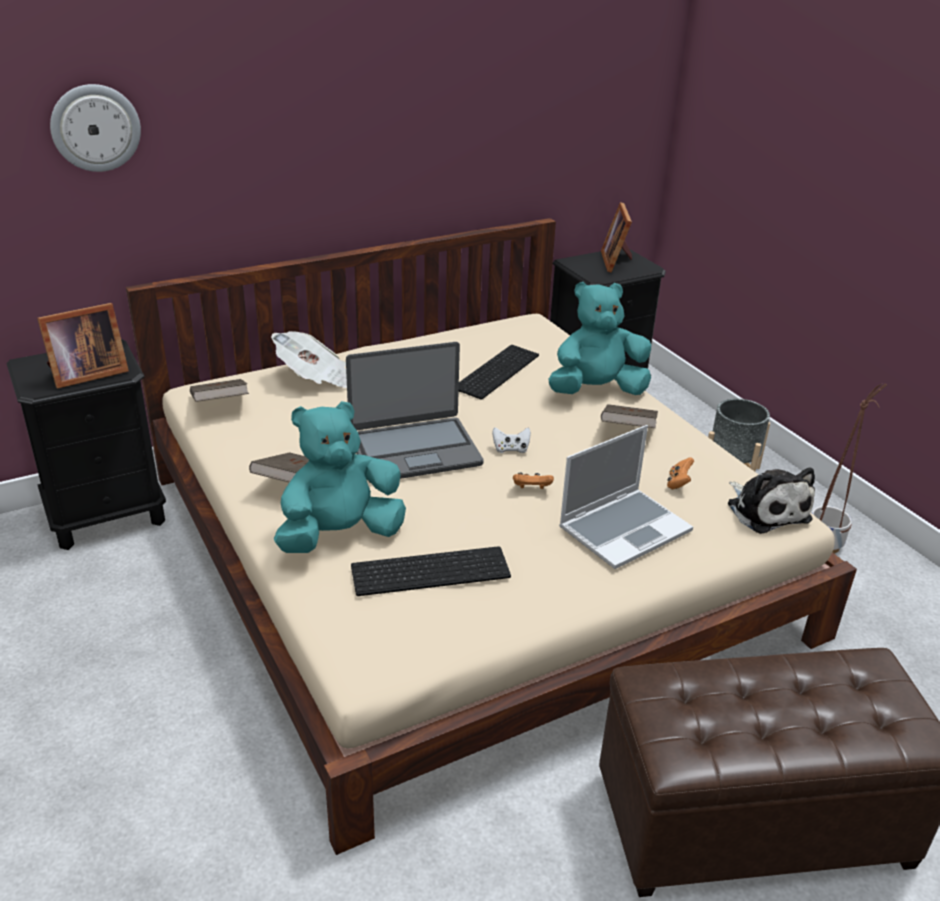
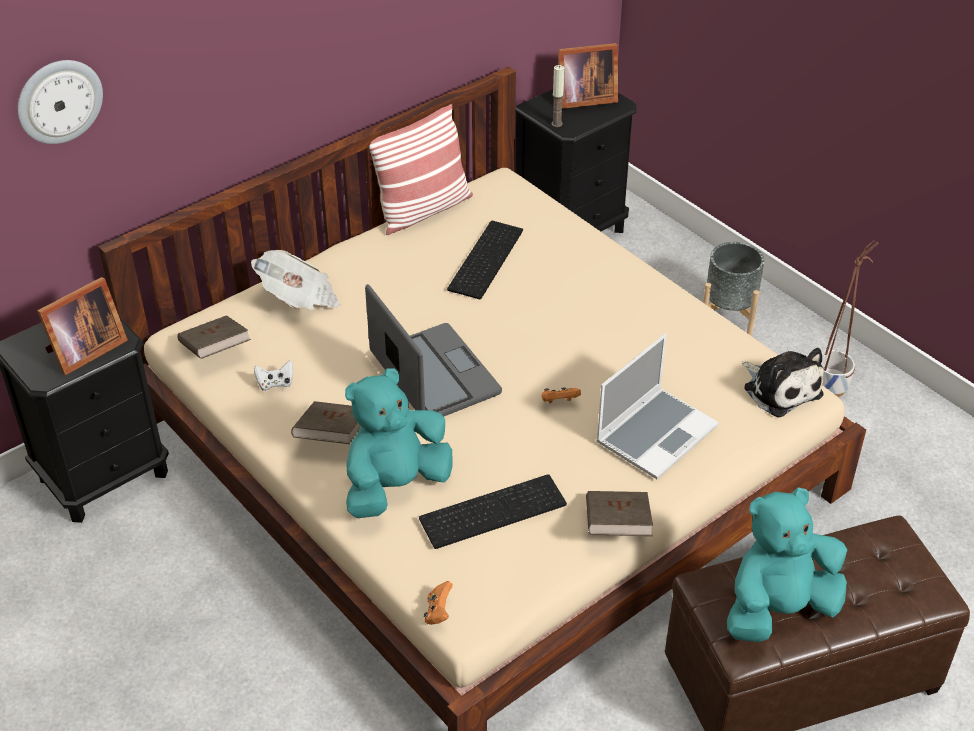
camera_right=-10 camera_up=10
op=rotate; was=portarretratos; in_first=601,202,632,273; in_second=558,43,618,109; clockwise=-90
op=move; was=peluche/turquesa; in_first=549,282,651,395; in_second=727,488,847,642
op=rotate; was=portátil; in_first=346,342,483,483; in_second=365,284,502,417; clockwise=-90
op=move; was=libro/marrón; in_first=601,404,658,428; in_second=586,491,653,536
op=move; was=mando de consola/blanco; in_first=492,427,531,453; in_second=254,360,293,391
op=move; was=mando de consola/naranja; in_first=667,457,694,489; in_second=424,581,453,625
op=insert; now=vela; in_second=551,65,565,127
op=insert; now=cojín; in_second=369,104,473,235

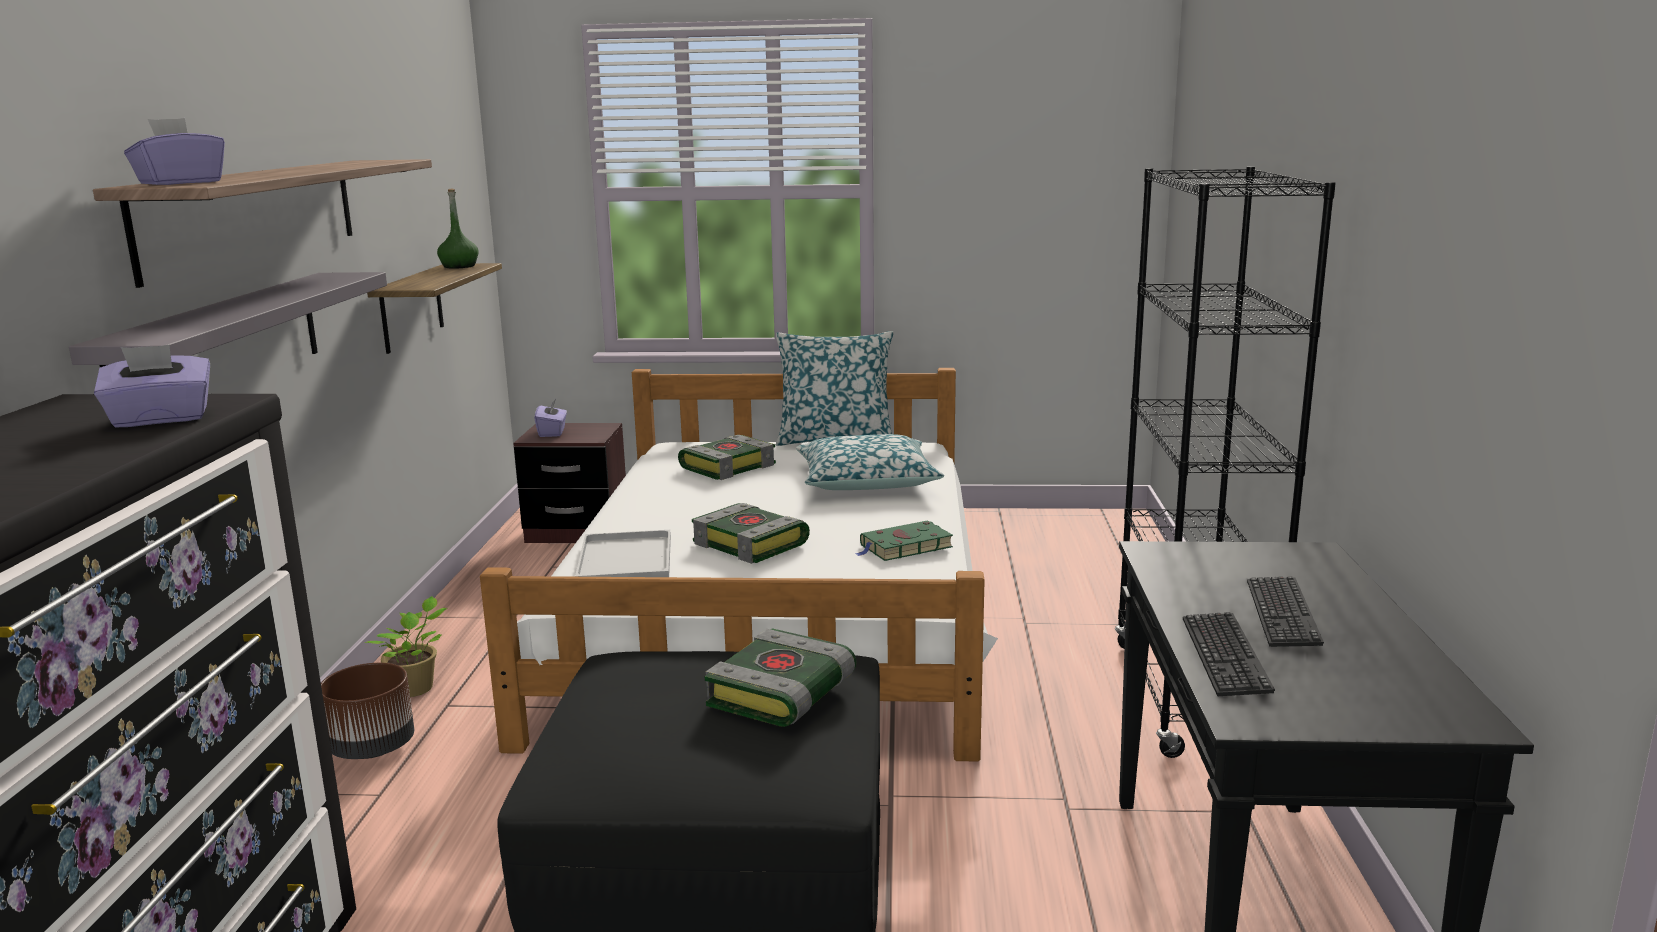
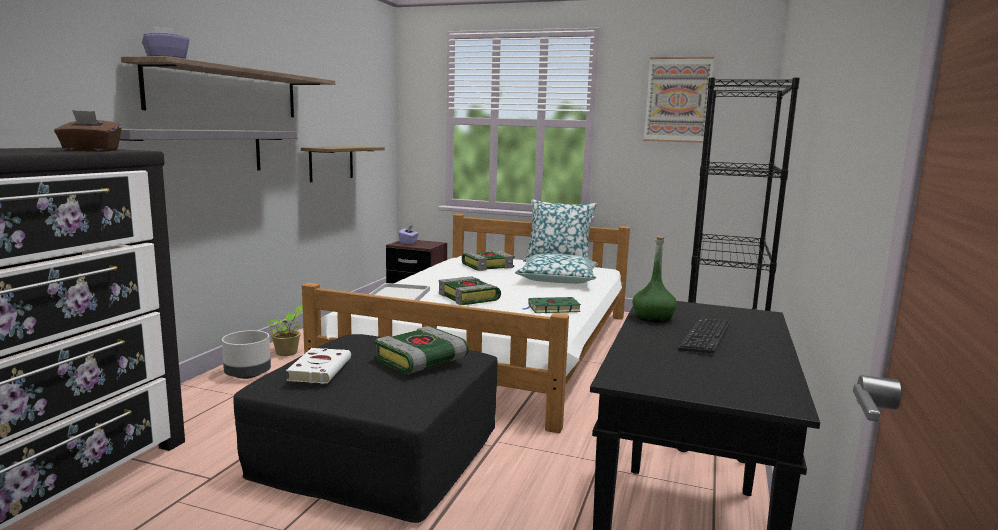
camera_right=15 camera_up=-5
op=move; was=botella/verde; in_first=437,189,479,269; in_second=632,236,677,323
op=recolor; was=caja de pañuelos/morado; now=caja de pañuelos/marrón; in_first=94,345,210,427; in_second=54,110,122,152
op=delete; was=teclado; in_first=1183,612,1275,696
op=recolor; was=maceta/marrón; now=maceta/gris; in_first=321,663,414,759; in_second=222,330,271,379
op=insert; now=cuadro; in_second=644,57,714,143
op=insert; now=libro/blanco; in_second=286,348,351,384

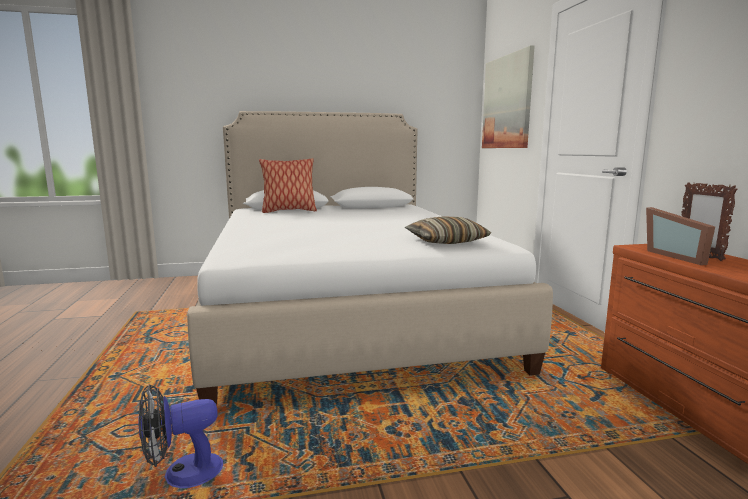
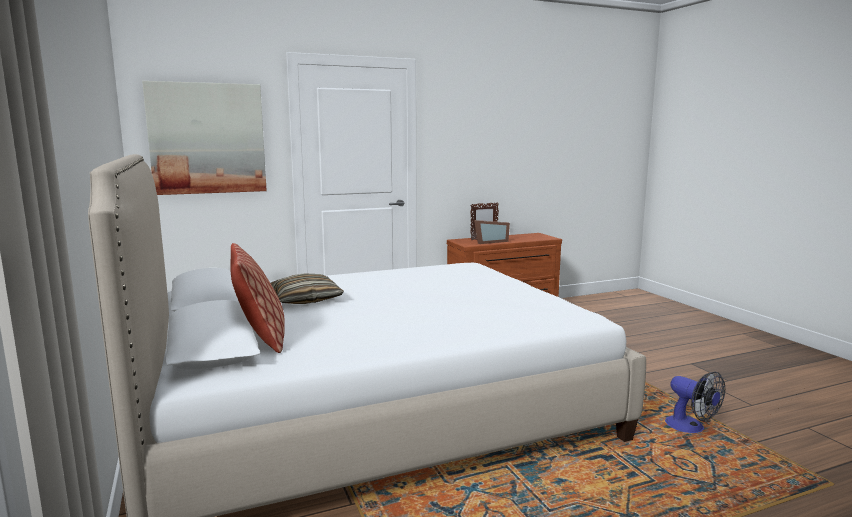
camera_right=-100 camera_up=0
op=move; was=cojín; in_first=405,216,491,244; in_second=271,273,344,304

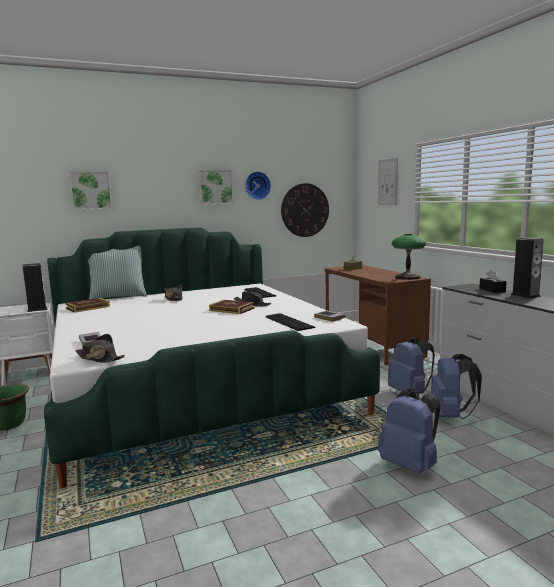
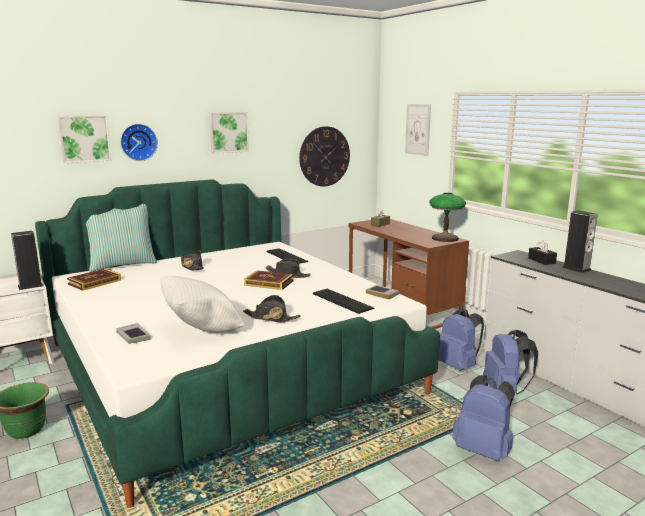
camera_right=-10 camera_up=5
op=move; was=reloj de pared; in_first=245,171,271,200; in_second=120,124,158,161
op=move; was=sombrero/negro; in_first=75,334,125,363; in_second=243,295,301,323
op=insert; now=cojín/blanco; in_second=160,276,244,332

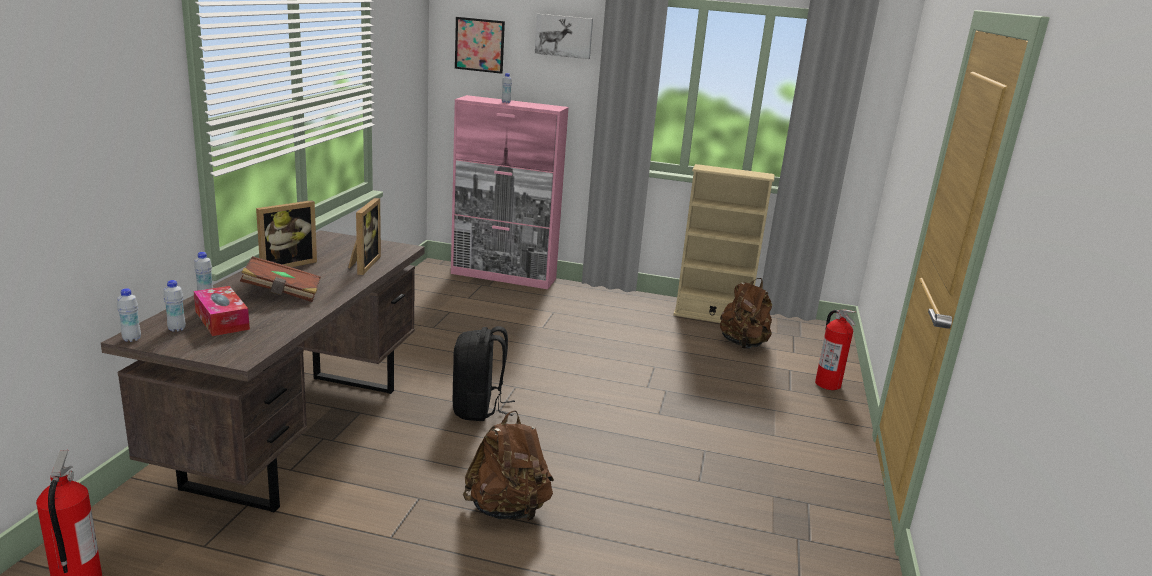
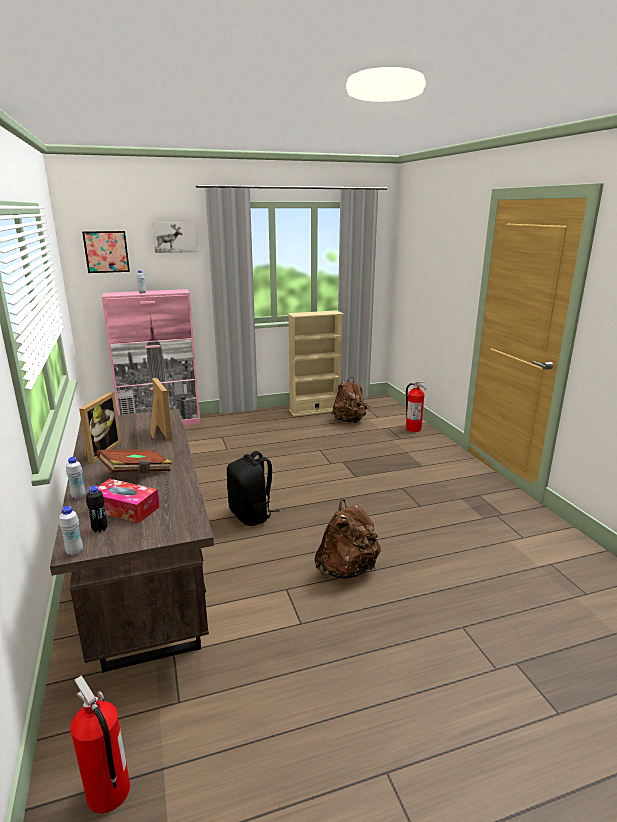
camera_right=-30 camera_up=0
op=recolor; was=botella/blanco; now=botella/negro; in_first=164,280,186,332; in_second=86,486,108,533

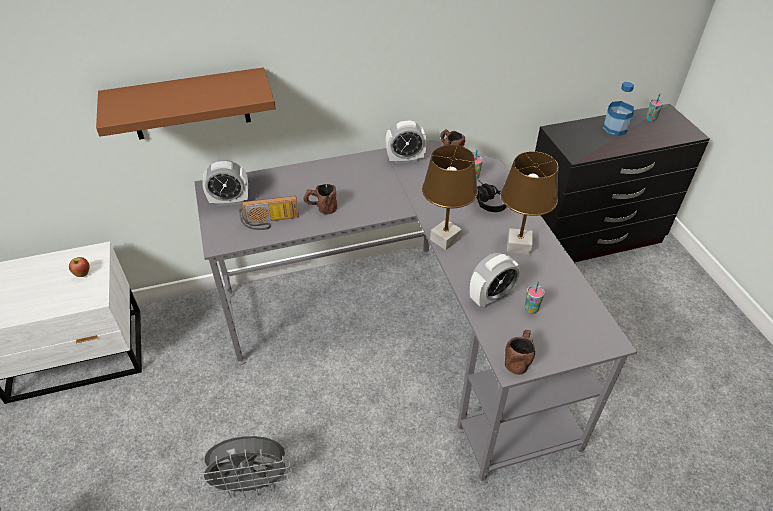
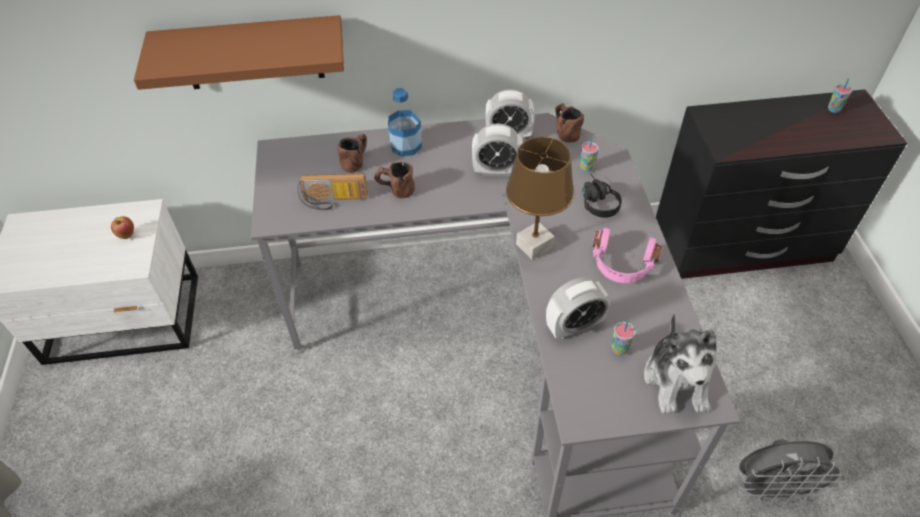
camera_right=10 camera_up=5
op=move; was=botella; in_first=603,82,634,136; in_second=388,88,422,156
op=replace; was=lámpara de mesa/marrón; now=auriculares/rosa; in_first=501,151,558,255; in_second=592,228,663,283
op=move; was=despertador; in_first=202,160,248,206; in_second=472,123,523,177
op=move; was=taza grande/marrón; in_first=505,330,535,375; in_second=338,134,367,173
op=move; was=ventilador/gris; in_first=198,436,292,498; in_second=738,440,848,505
op=insert; now=peluche; in_second=644,312,717,414

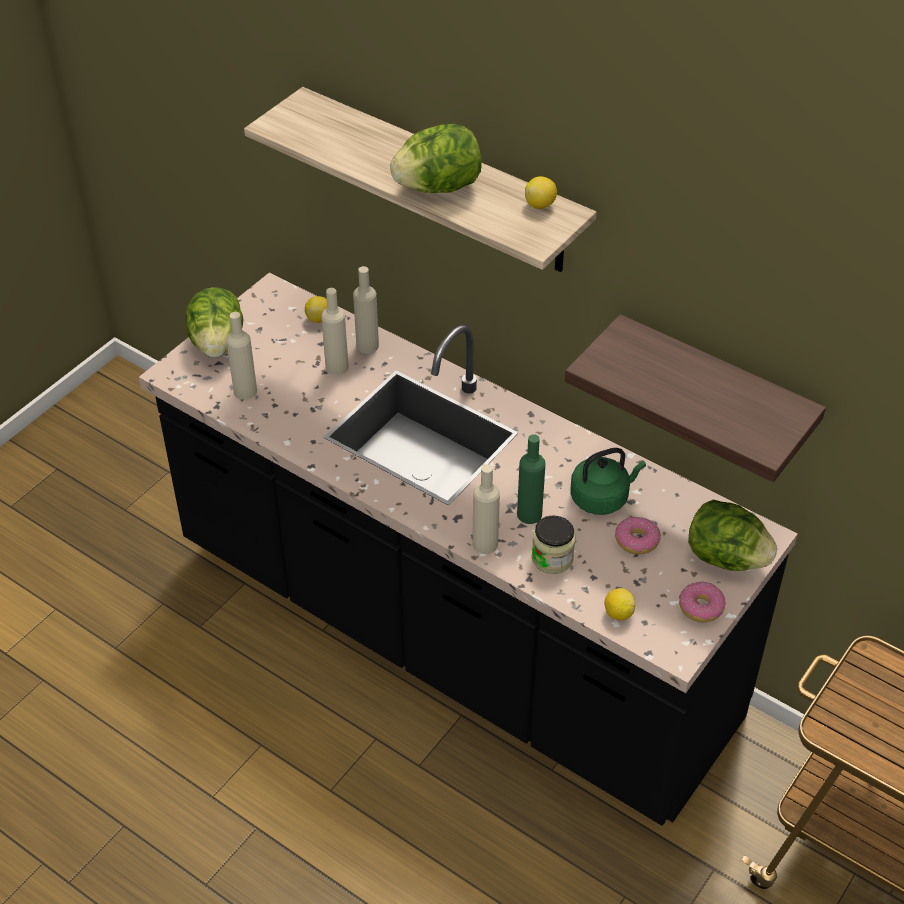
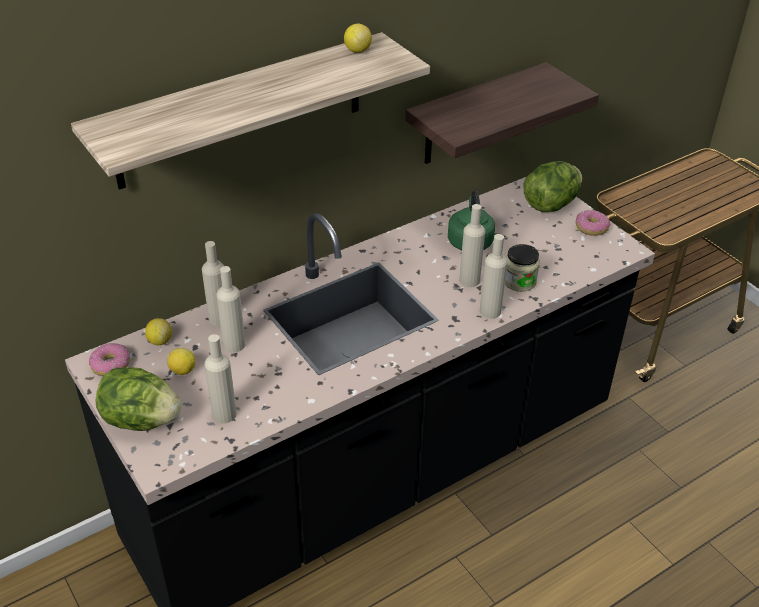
camera_right=-70 camera_up=-5
op=delete; was=lechuga; in_first=390,124,482,193
op=recolor; was=botella/verde; now=botella/beis; in_first=517,434,546,524; in_second=459,204,485,287
op=move; was=rosquilla; in_first=615,517,661,554; in_second=89,343,130,376
op=move; was=limón; in_first=604,588,635,620; in_second=167,348,195,375

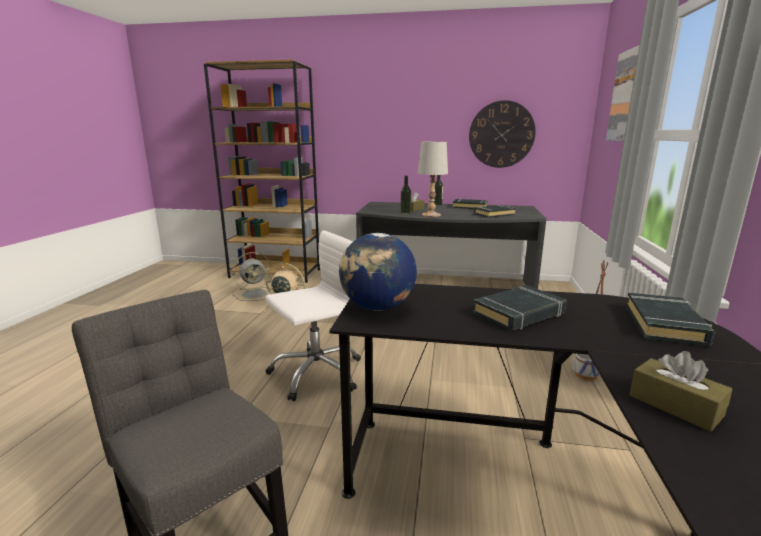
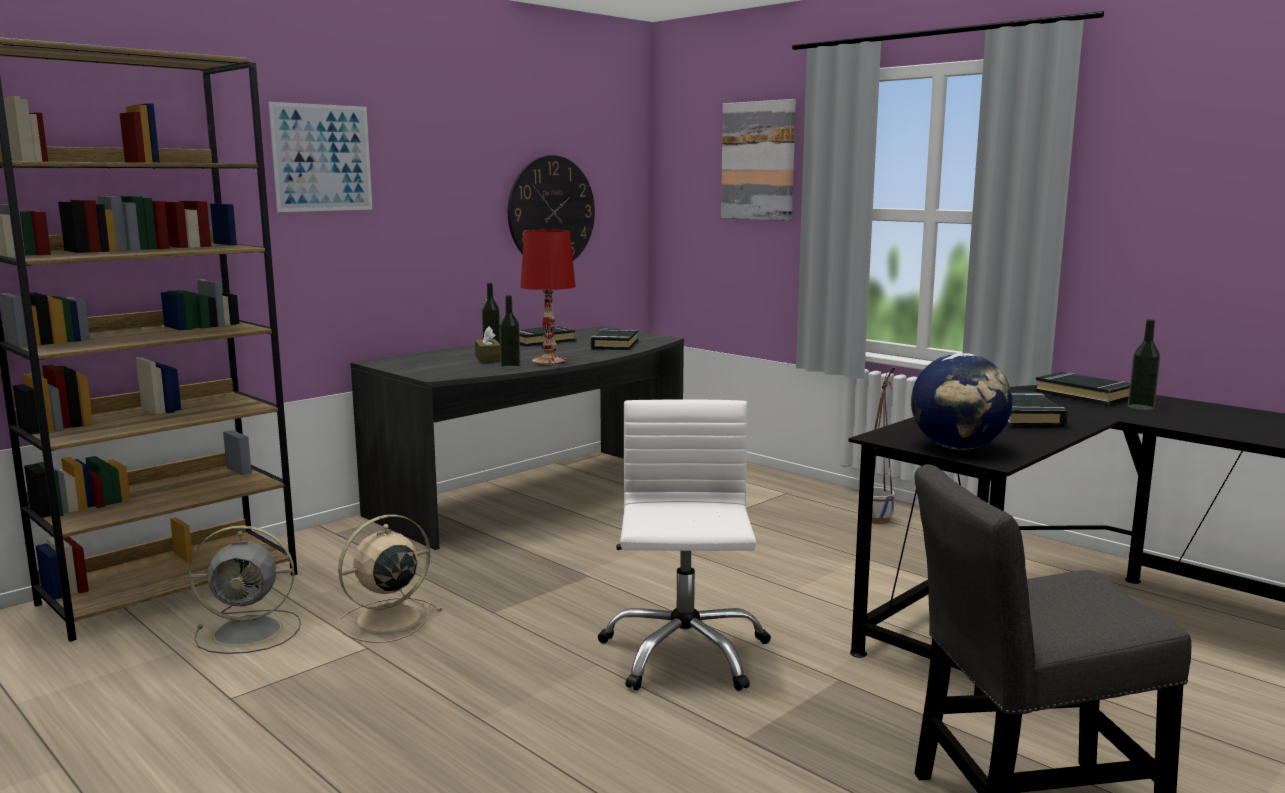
camera_right=-55 camera_up=-5
op=recolor; was=lámpara de mesa/blanco; now=lámpara de mesa/rojo; in_first=418,142,448,217; in_second=520,230,576,365
op=rotate; was=ventilador/gris; in_first=232,252,275,301; in_second=189,525,301,654; clockwise=75
op=delete; was=caja de pañuelos/marrón; in_first=630,351,733,432
op=insert; now=cuadro; in_second=268,102,372,212
op=insert; now=botella; in_second=1128,319,1160,410

